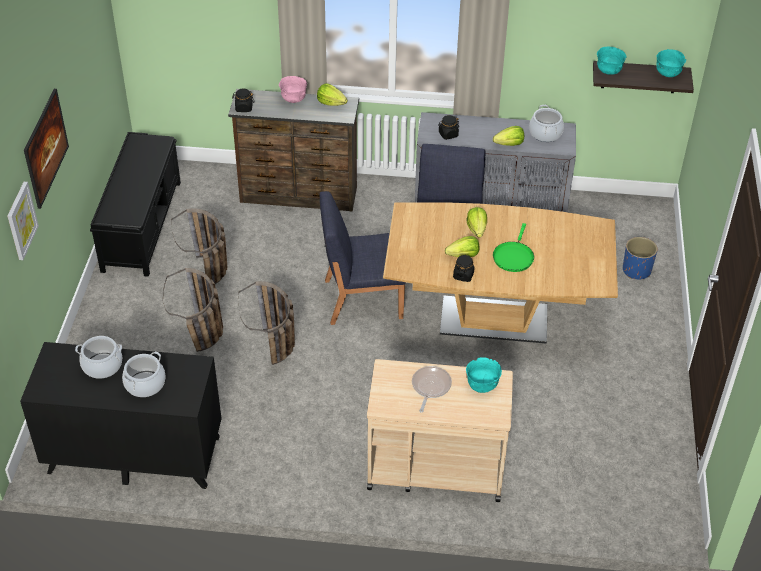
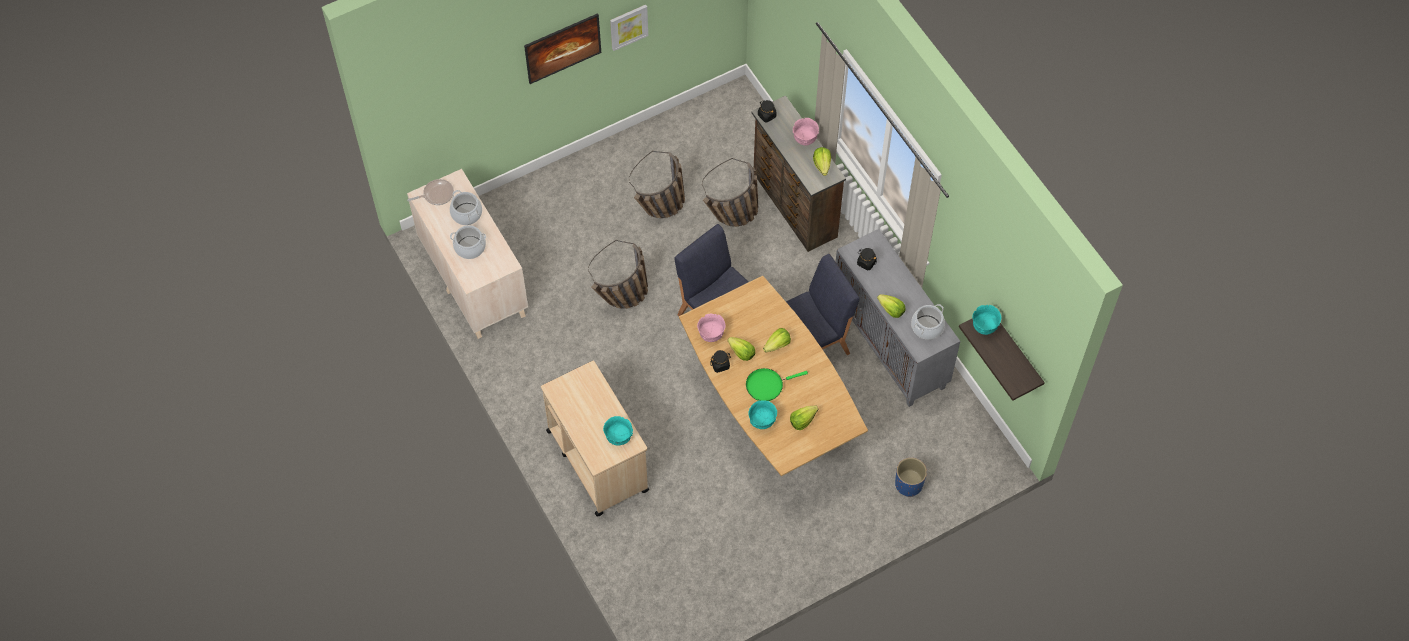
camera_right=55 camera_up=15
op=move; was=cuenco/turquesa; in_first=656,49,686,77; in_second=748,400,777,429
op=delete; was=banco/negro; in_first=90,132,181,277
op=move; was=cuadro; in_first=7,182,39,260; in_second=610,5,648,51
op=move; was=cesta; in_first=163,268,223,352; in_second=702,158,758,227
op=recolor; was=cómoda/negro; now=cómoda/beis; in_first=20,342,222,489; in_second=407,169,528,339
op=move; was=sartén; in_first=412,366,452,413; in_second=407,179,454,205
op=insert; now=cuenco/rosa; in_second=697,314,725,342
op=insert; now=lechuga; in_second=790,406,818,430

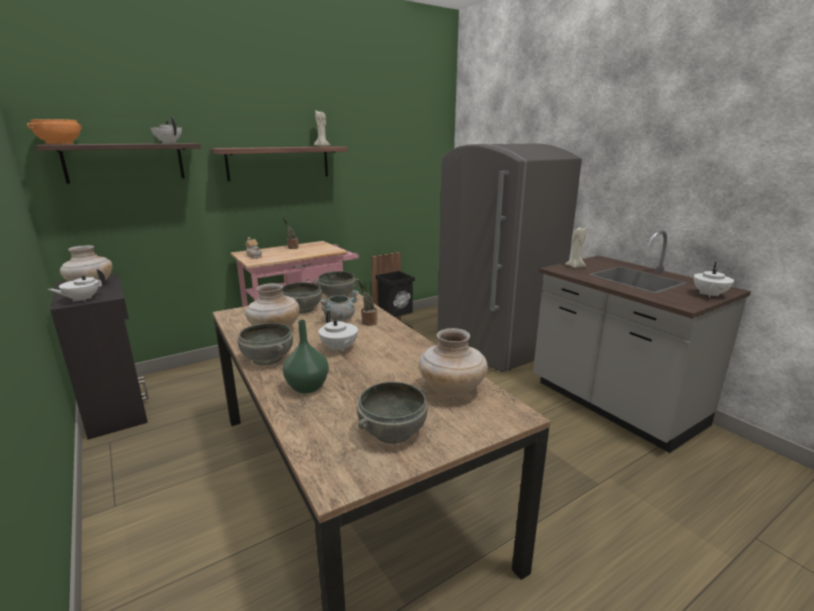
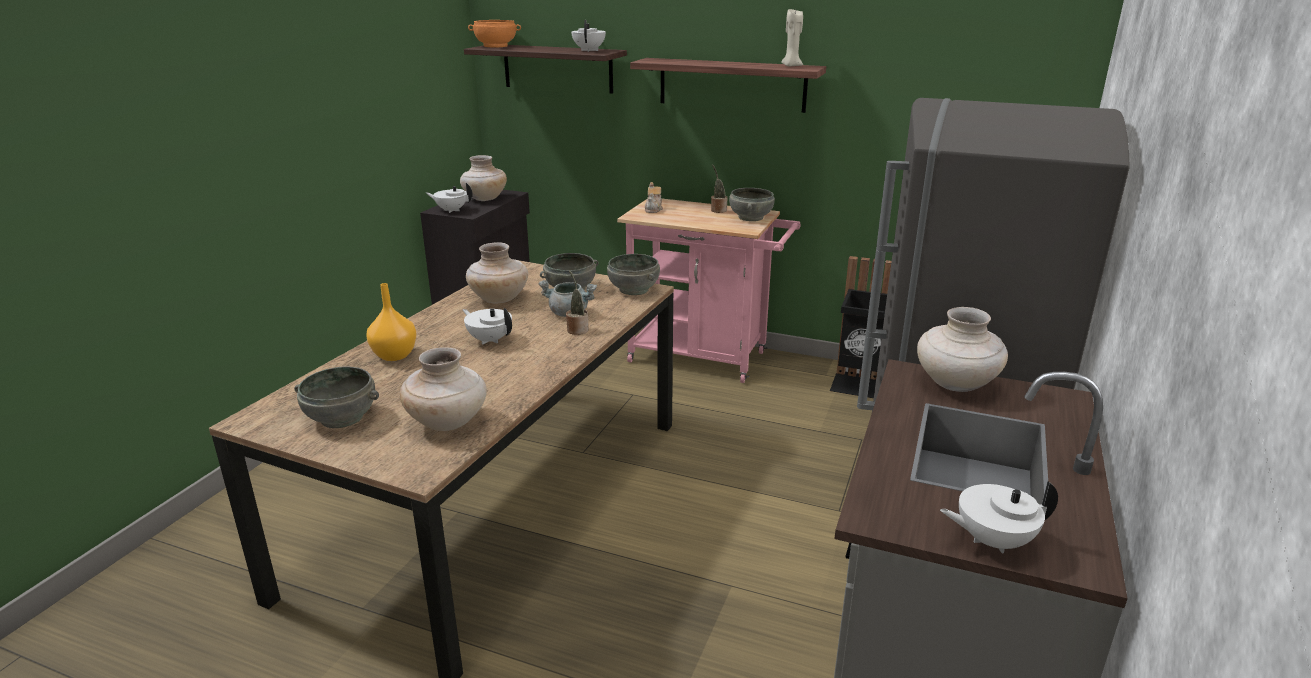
camera_right=55 camera_up=5
op=replace; was=vela/beis; now=florero/beis; in_first=566,226,587,268; in_second=917,307,1008,392
op=rotate; was=tetera/blanco; in_first=319,311,358,353; in_second=463,308,512,344; clockwise=105
op=recolor; was=florero/verde; now=florero/naranja; in_first=283,320,329,394; in_second=366,283,417,361
op=move; was=cuenco/gris; in_first=238,323,293,365; in_second=729,188,775,221

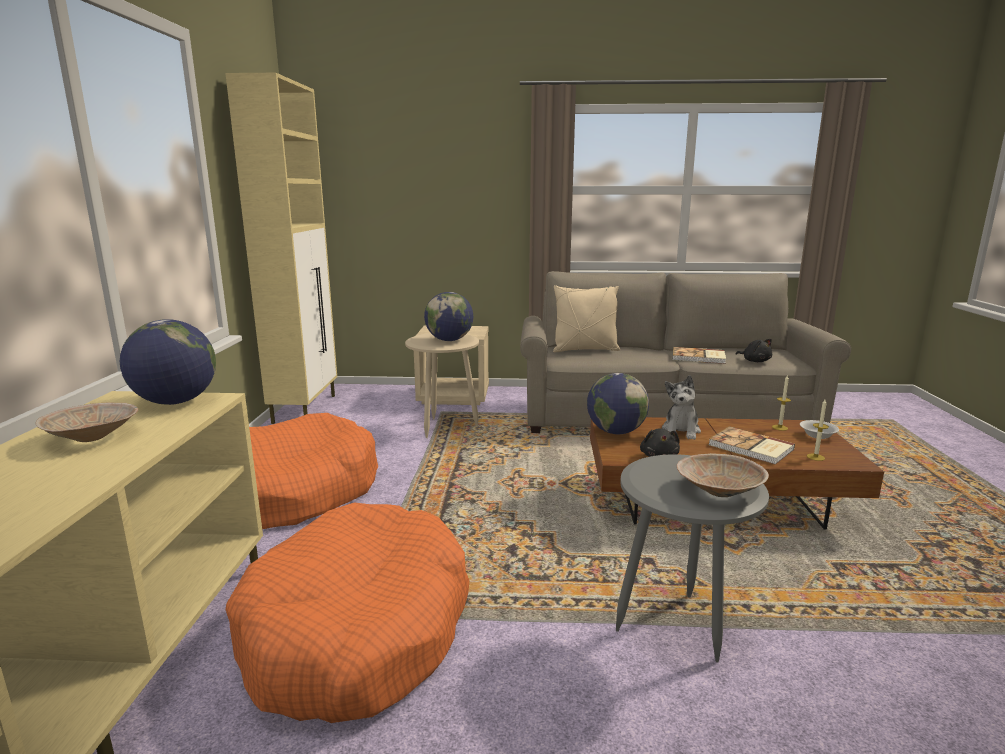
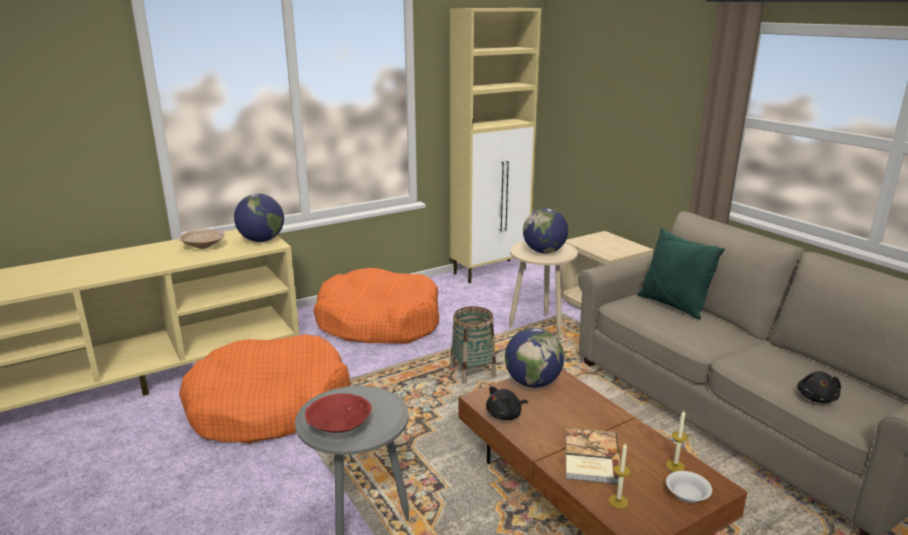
camera_right=55 camera_up=5
op=recolor; was=cojín/beis; now=cojín/verde; in_first=553,285,620,353; in_second=637,228,725,320
op=delete; was=libro; in_first=672,347,726,364
op=delete; was=peluche; in_first=662,375,701,440
op=recolor; was=cuenco/beis; now=cuenco/rojo; in_first=677,453,769,497; in_second=305,393,372,433
op=insert; now=cesta; in_second=450,306,496,384

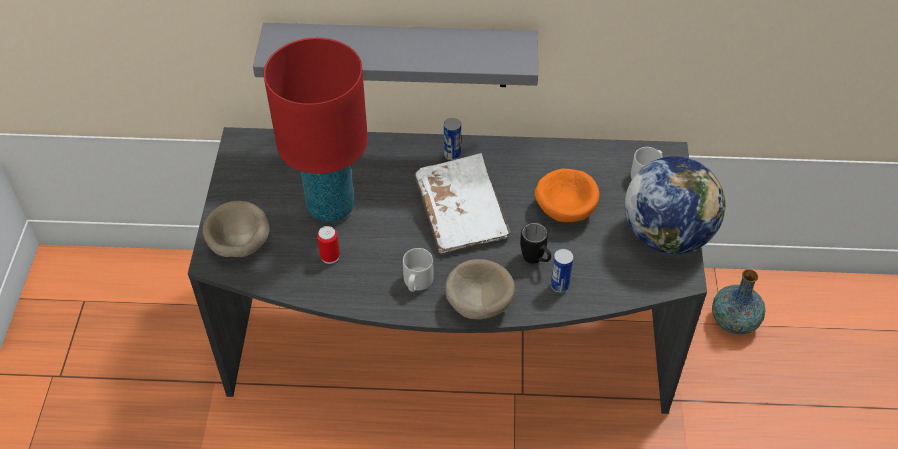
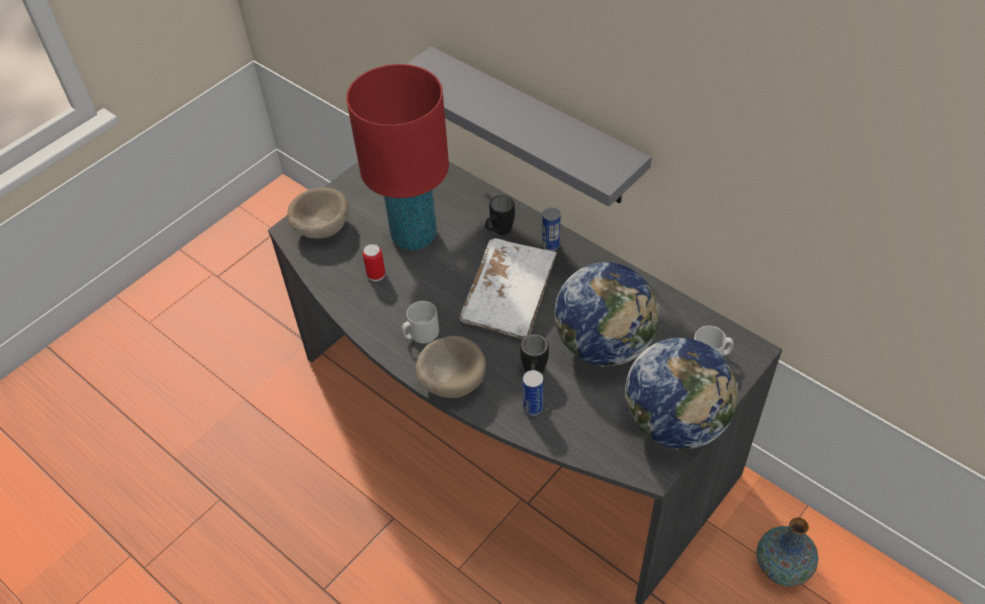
camera_right=40 camera_up=0
op=replace; was=cuenco/naranja; now=globo terráqueo; in_first=535,168,599,222; in_second=554,262,659,367
op=insert; now=taza grande/negro; in_second=485,195,515,235

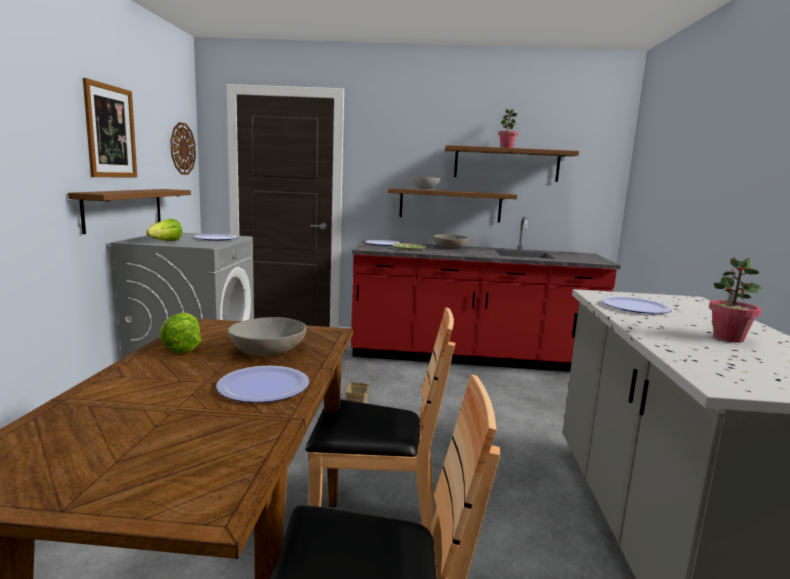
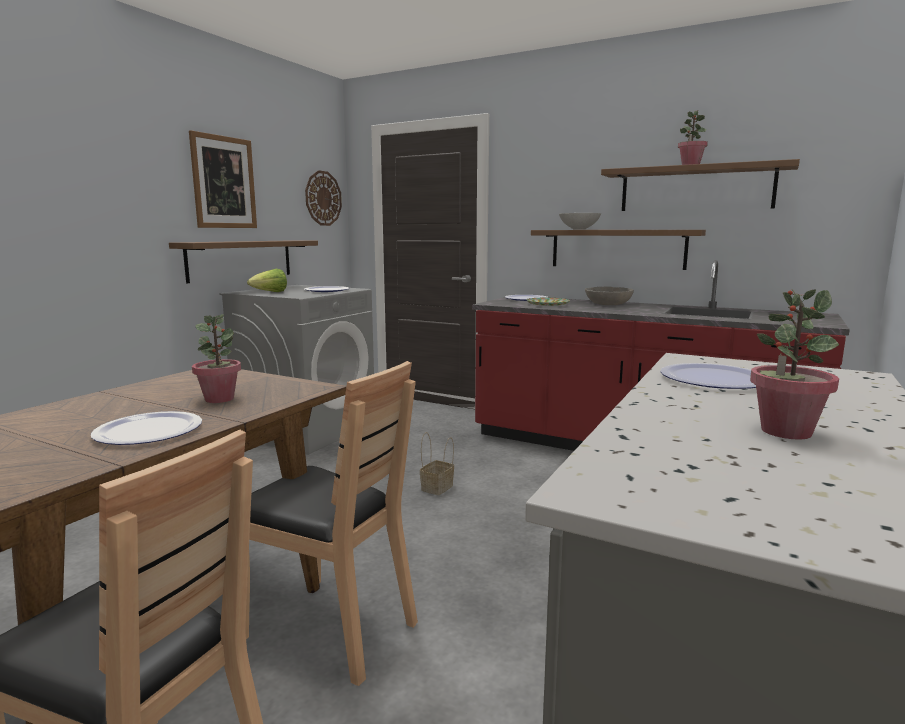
camera_right=25 camera_up=0
op=delete; was=lechuga; in_first=159,313,201,354
op=replace; was=cuenco/gris; now=planta en maceta; in_first=228,317,307,356; in_second=192,314,241,403

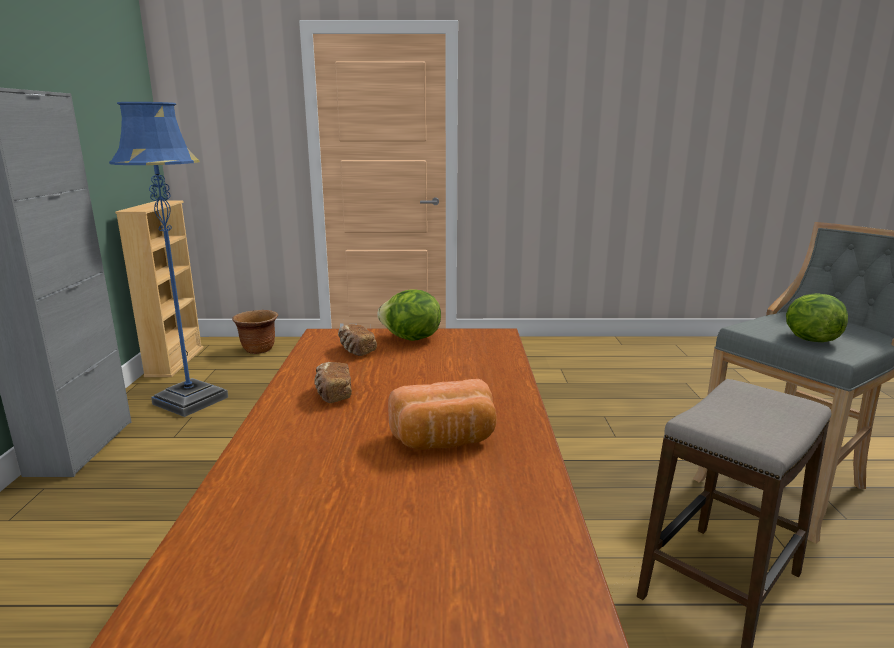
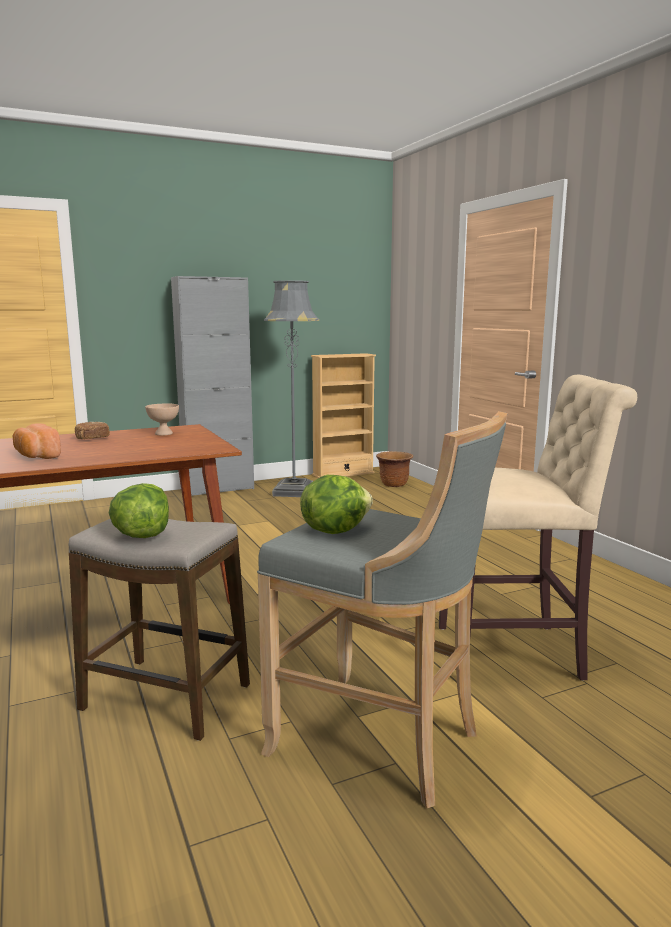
camera_right=65 camera_up=-5
op=recolor; was=lámpara de pie/azul; now=lámpara de pie/gris; in_first=109,102,228,417; in_second=264,280,319,497
op=move; was=lechuga; in_first=377,290,441,341; in_second=109,483,169,538
op=replace; was=pan; now=cuenco/beis; in_first=338,325,377,356; in_second=145,404,179,435
op=insert; now=taburete/beis; in_second=439,375,637,681

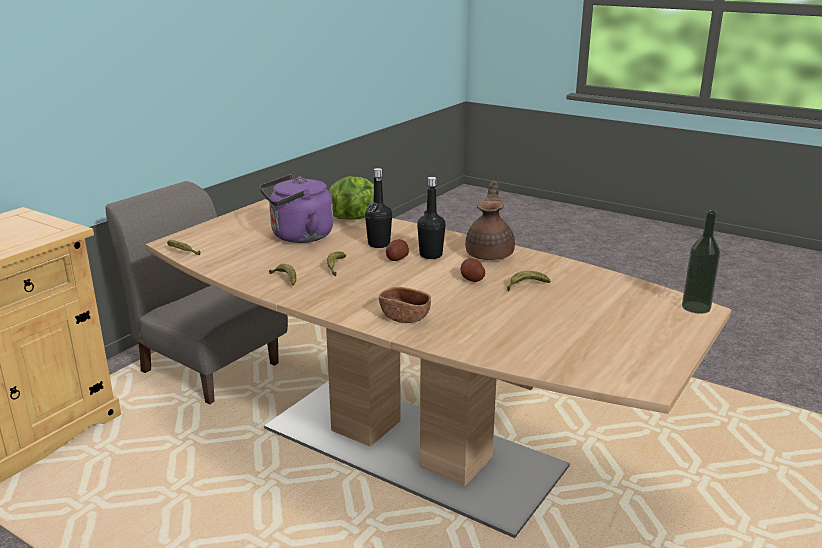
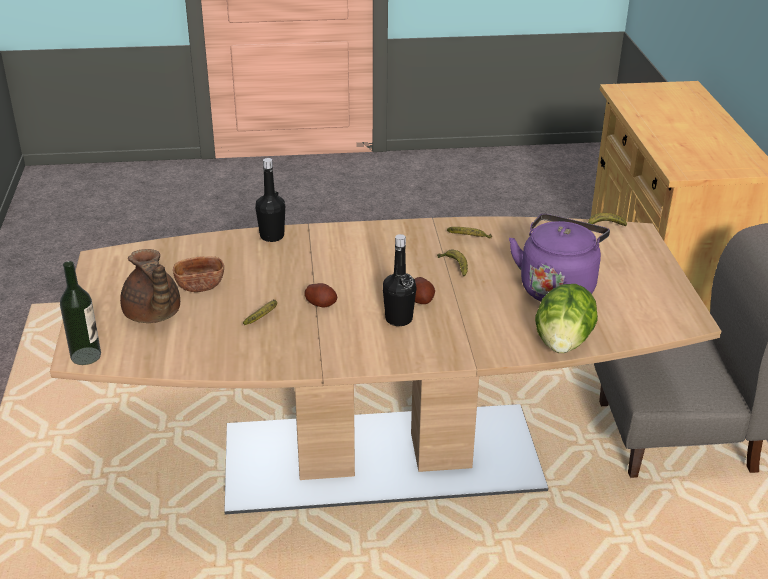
camera_right=140 camera_up=10
op=move; was=botella/negro; in_first=365,168,392,248; in_second=255,158,285,242
op=move; was=tetera/marrón; in_first=465,180,515,260; in_second=120,249,180,323
op=move; was=cuenco/marrón; in_first=379,287,431,323; in_second=173,256,224,292

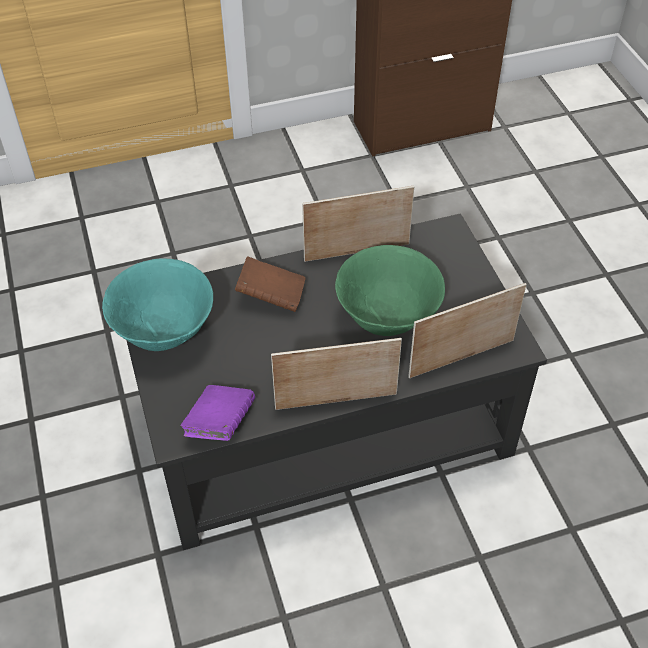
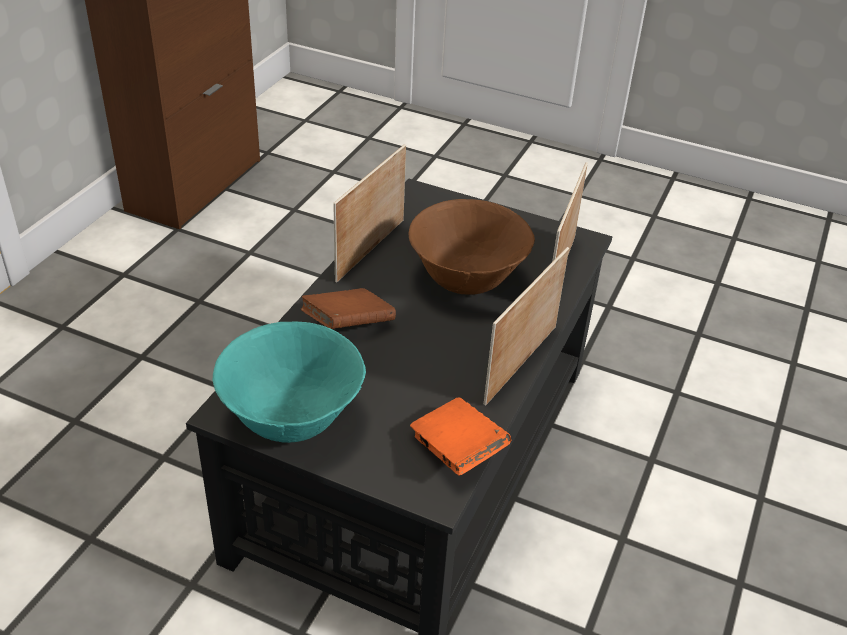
camera_right=-50 camera_up=-10
op=recolor; was=cuenco/verde; now=cuenco/marrón; in_first=335,245,445,336; in_second=409,199,535,295
op=recolor; was=libro/morado; now=libro/naranja; in_first=181,385,255,441; in_second=410,397,511,476

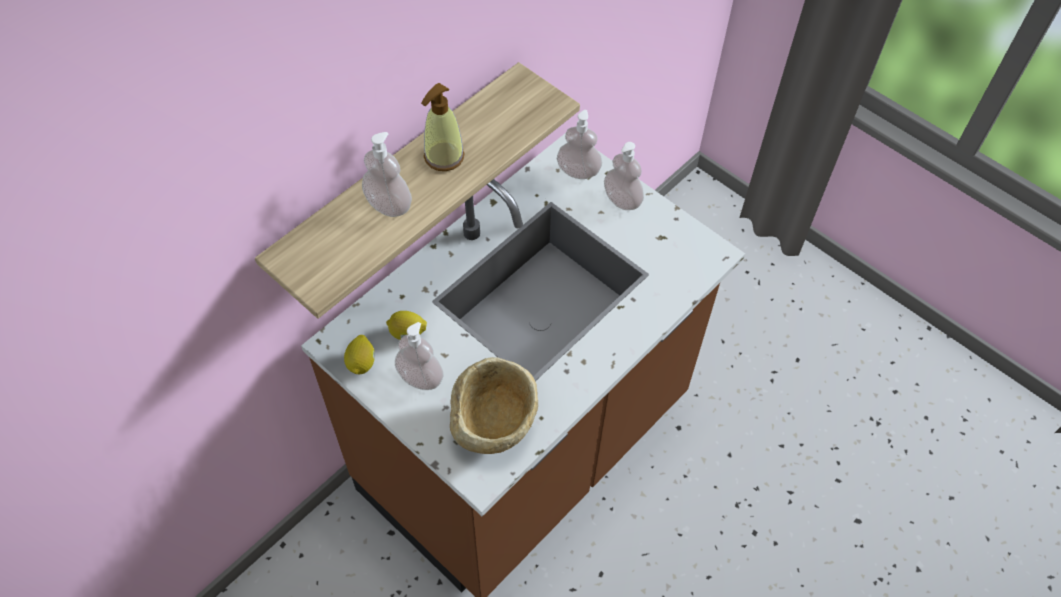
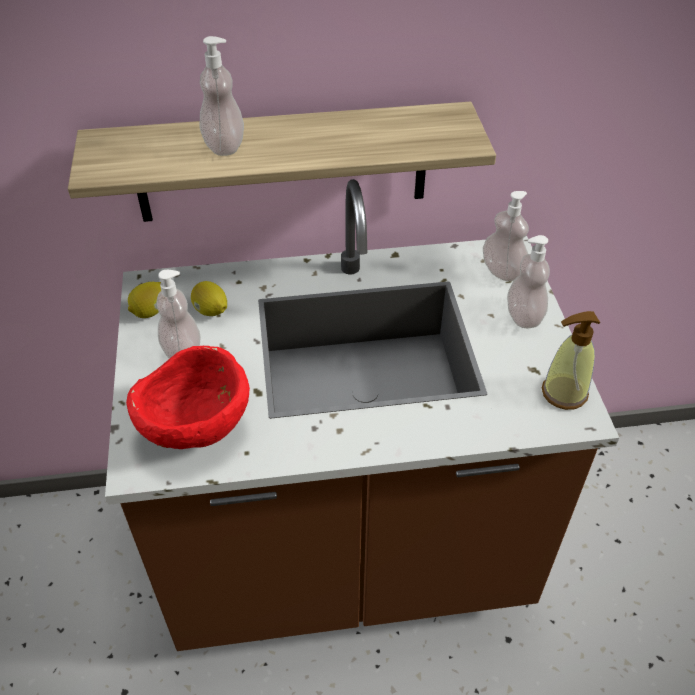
camera_right=40 camera_up=-10
op=move; was=dispensador de jabón; in_first=421,83,465,171; in_second=542,311,600,410
op=recolor; was=cuenco/beis; now=cuenco/rojo; in_first=450,357,538,454; in_second=126,346,250,449

